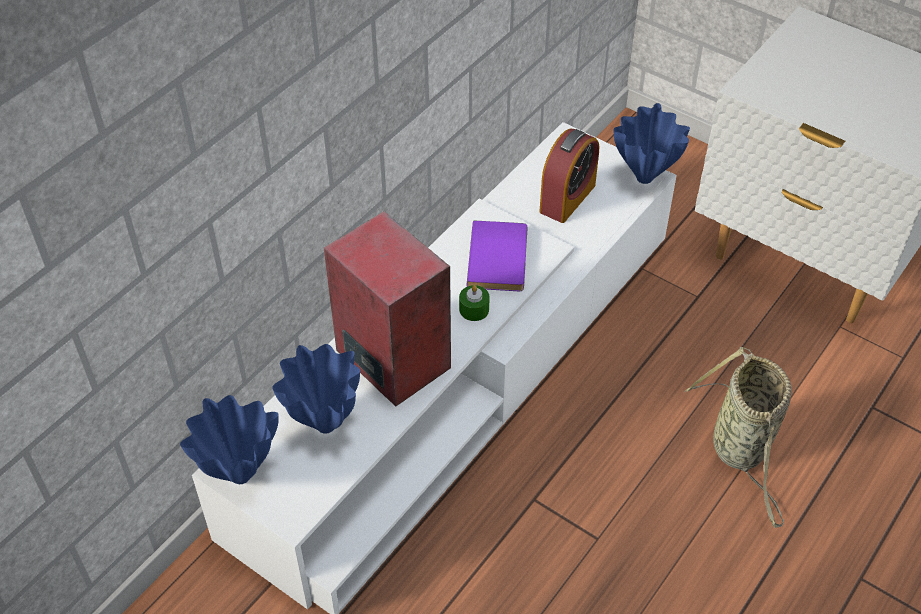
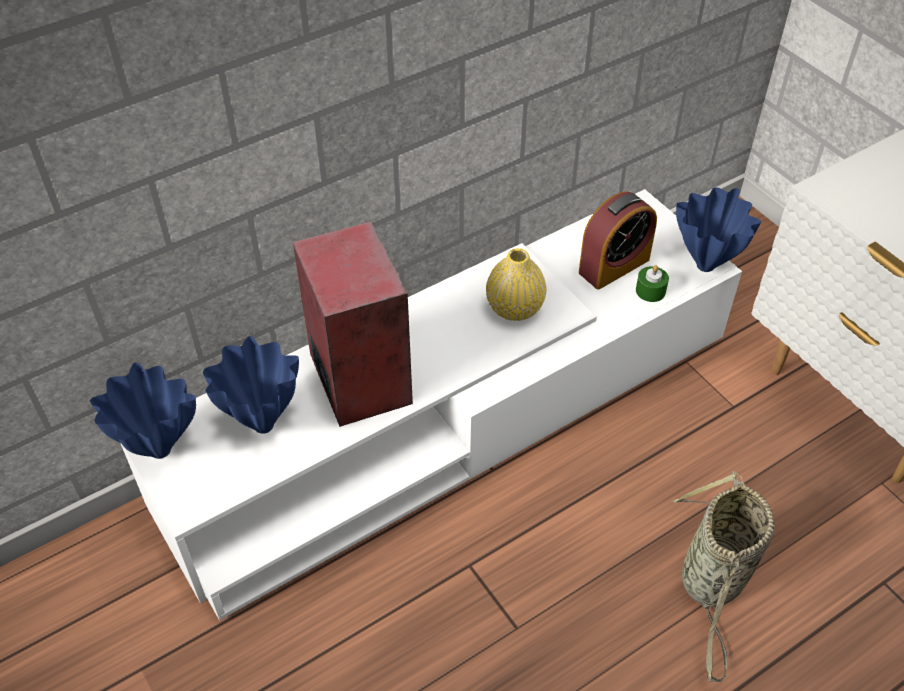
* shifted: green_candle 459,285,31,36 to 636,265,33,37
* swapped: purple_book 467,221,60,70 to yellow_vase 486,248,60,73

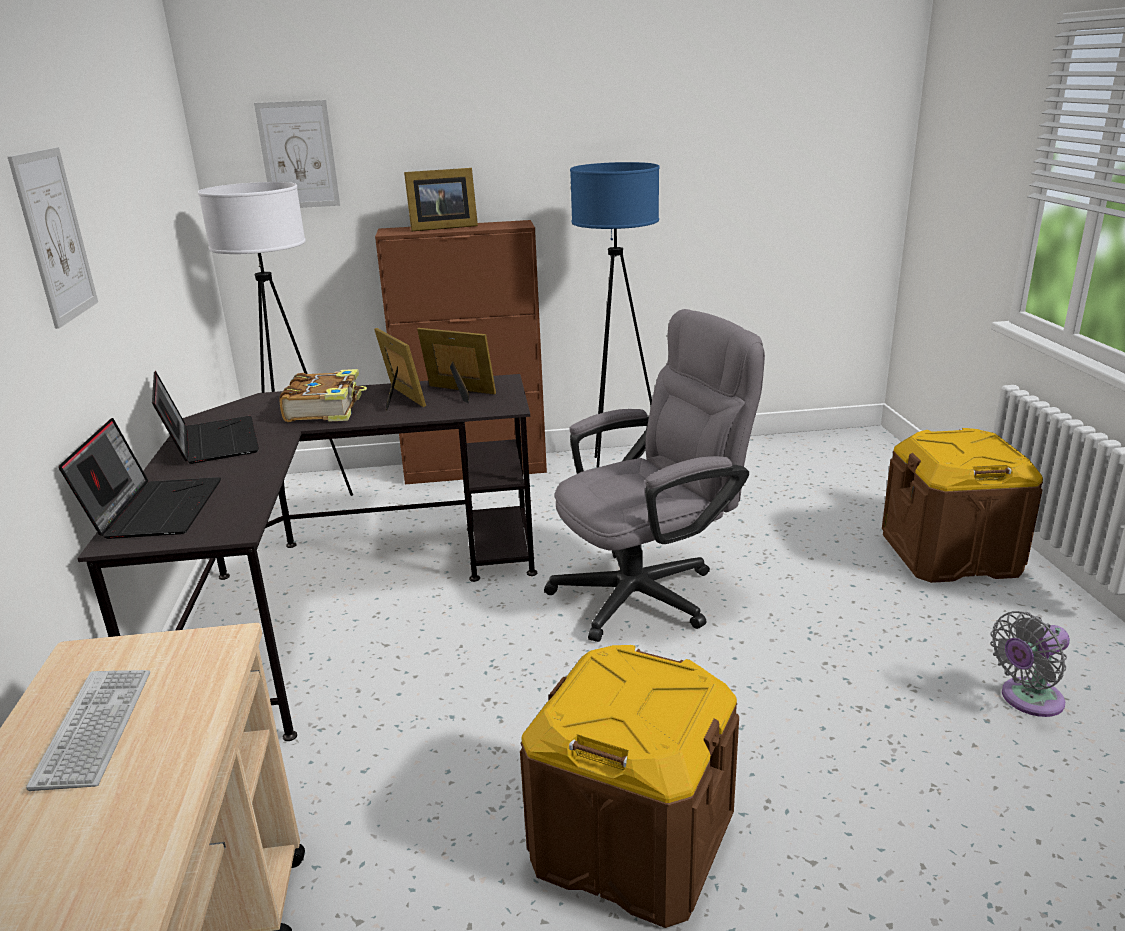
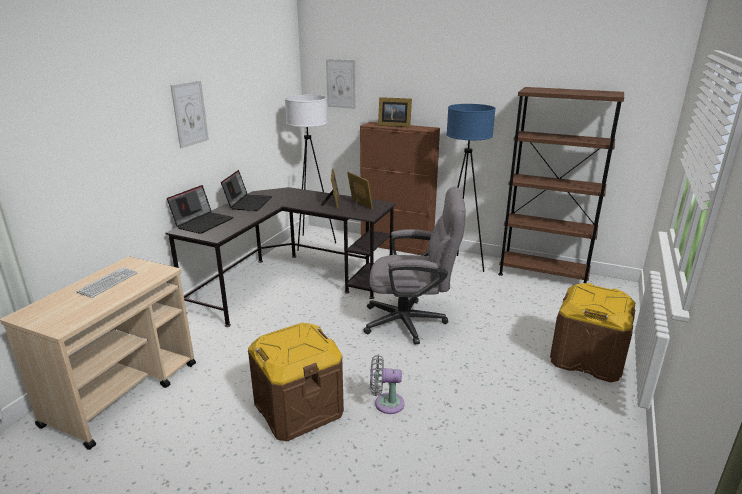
* gone: book 279,369,88,53
* new: brown_bookcase 498,87,126,196
* shifted: grey_fan 990,611,80,106 to 370,355,34,59

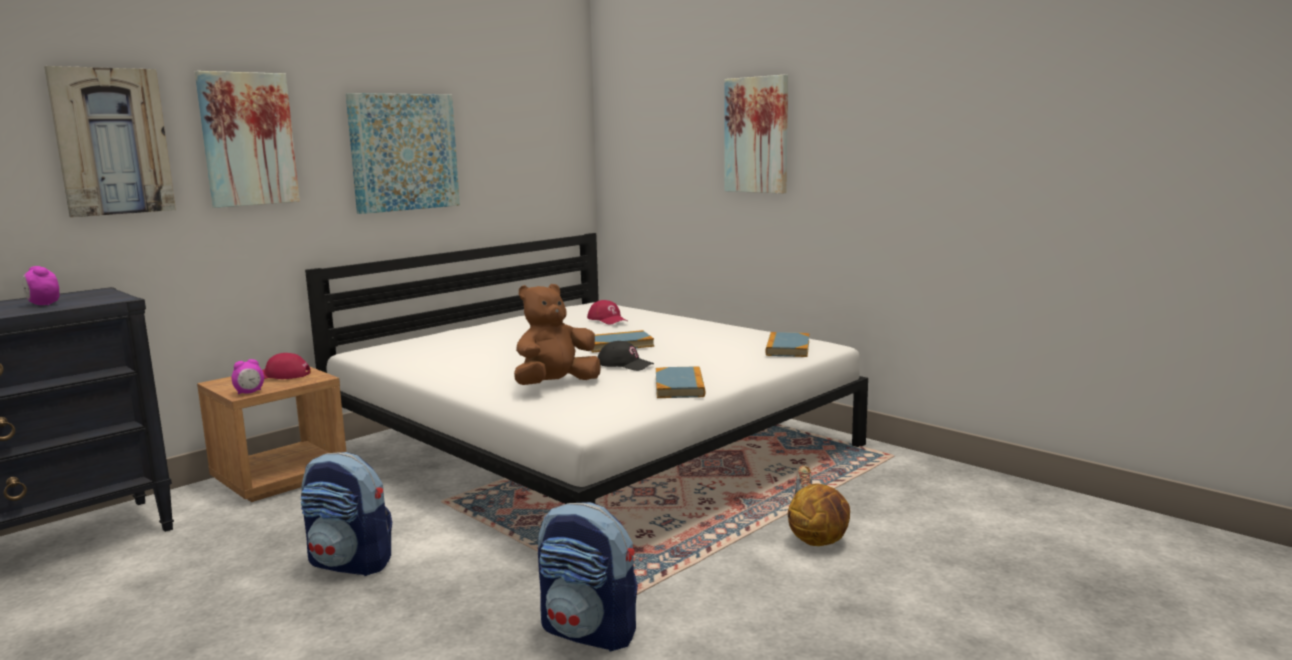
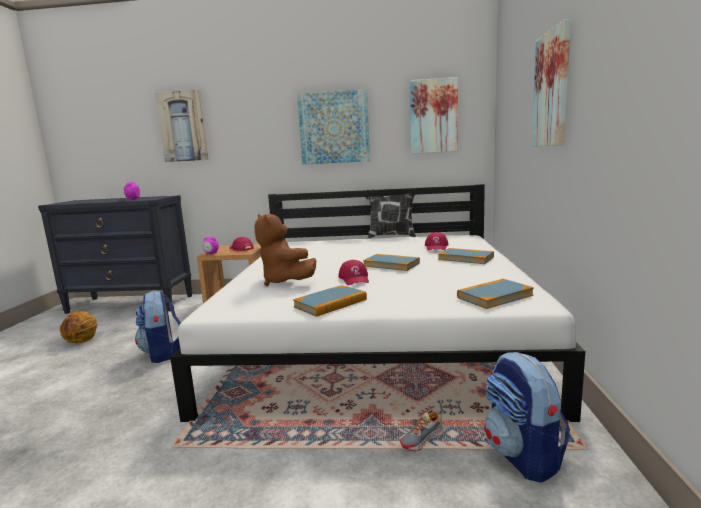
* new: pillow 365,189,51,49
* new: book 438,248,56,16
* shifted: picture 195,71,105,137 to 410,77,48,77
* shifted: backpack 538,502,100,149 to 485,352,85,131
* shifted: basketball 788,484,62,62 to 60,311,37,32
* repainted: black_cap 598,341,56,30 to red_cap 339,260,30,25
* rotated: brown_plush_toy 514,284,86,101 = 255,214,61,72 135 degrees counterclockwise

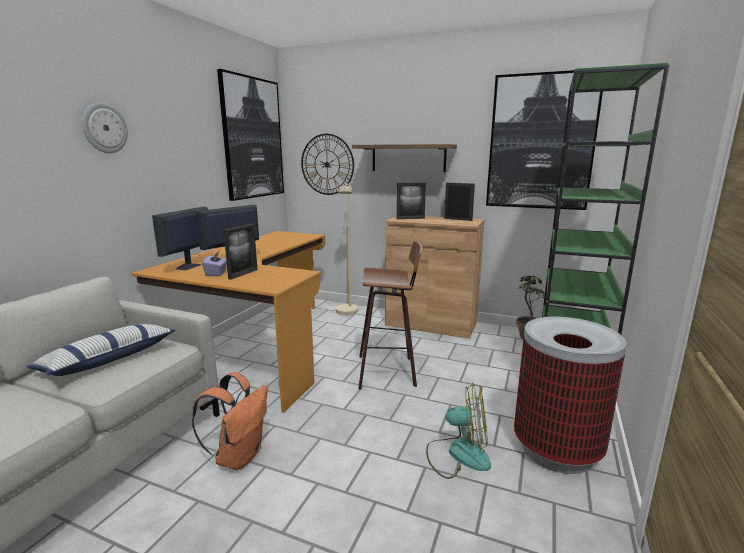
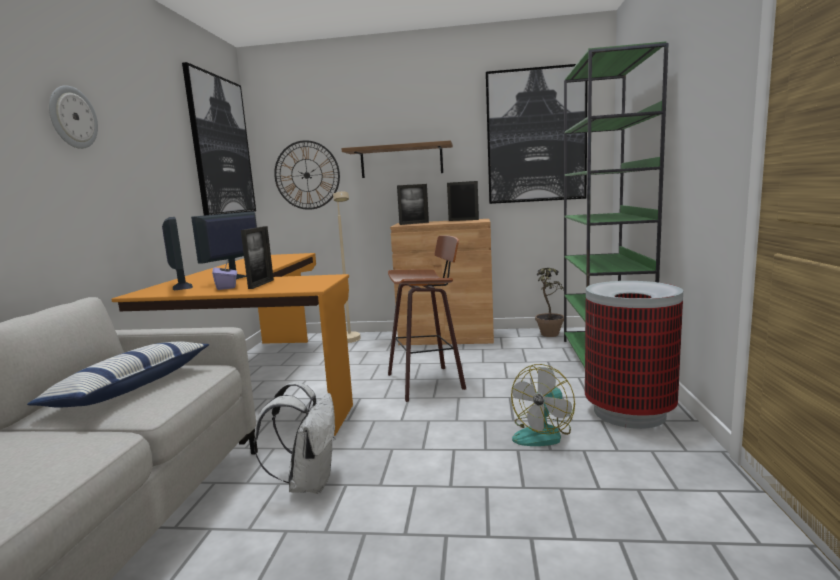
* repainted: orange_backpack 192,372,76,98 to white_backpack 254,382,81,112
* rotated: monitor 152,207,56,63 = 162,217,31,73 150 degrees clockwise
* rotated: fan 426,383,65,96 = 511,364,64,82 135 degrees clockwise

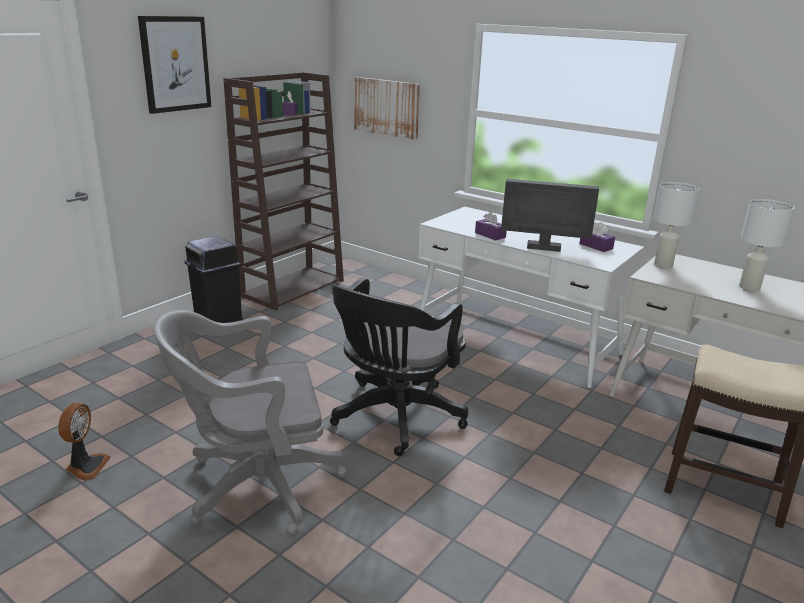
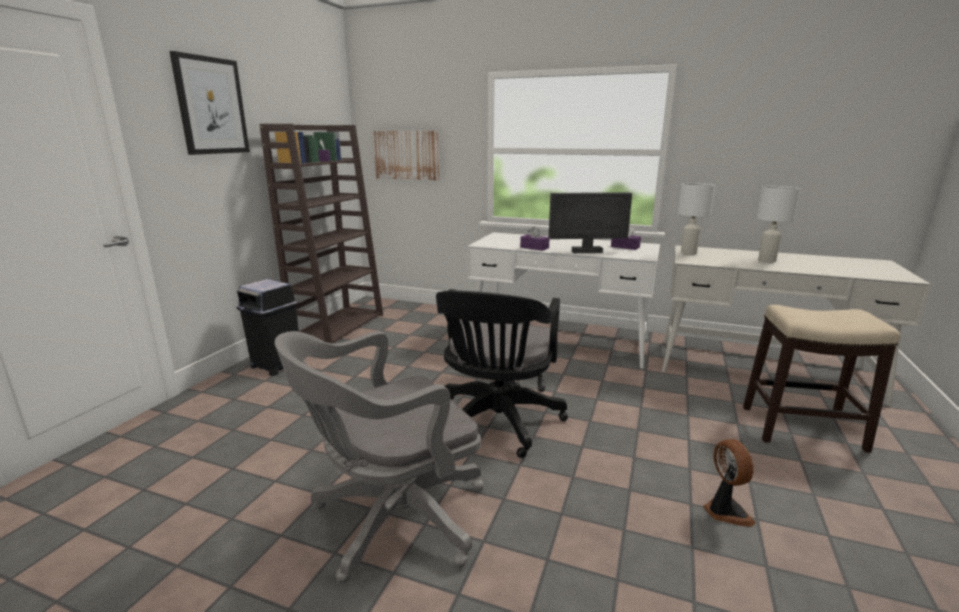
* shifted: fan 58,403,53,78 to 703,439,53,88

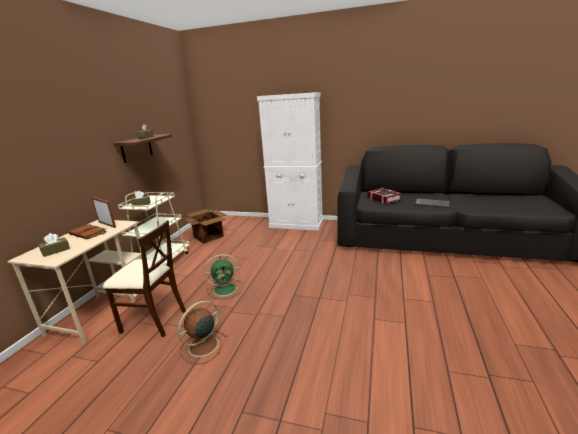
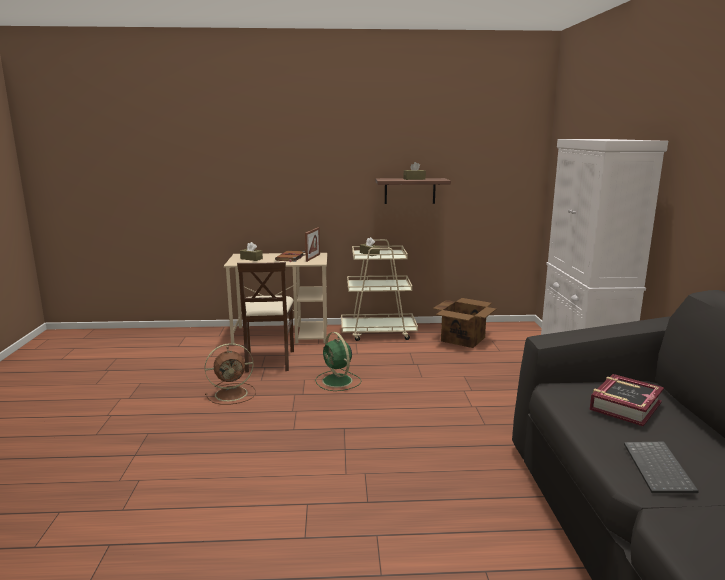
* rotated: brown_fan 178,301,49,63 = 205,343,51,62 135 degrees clockwise

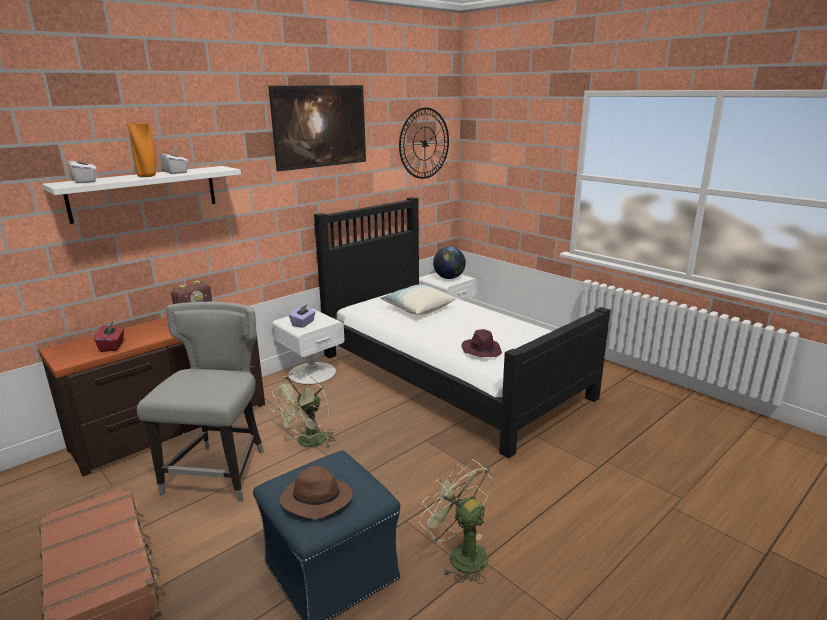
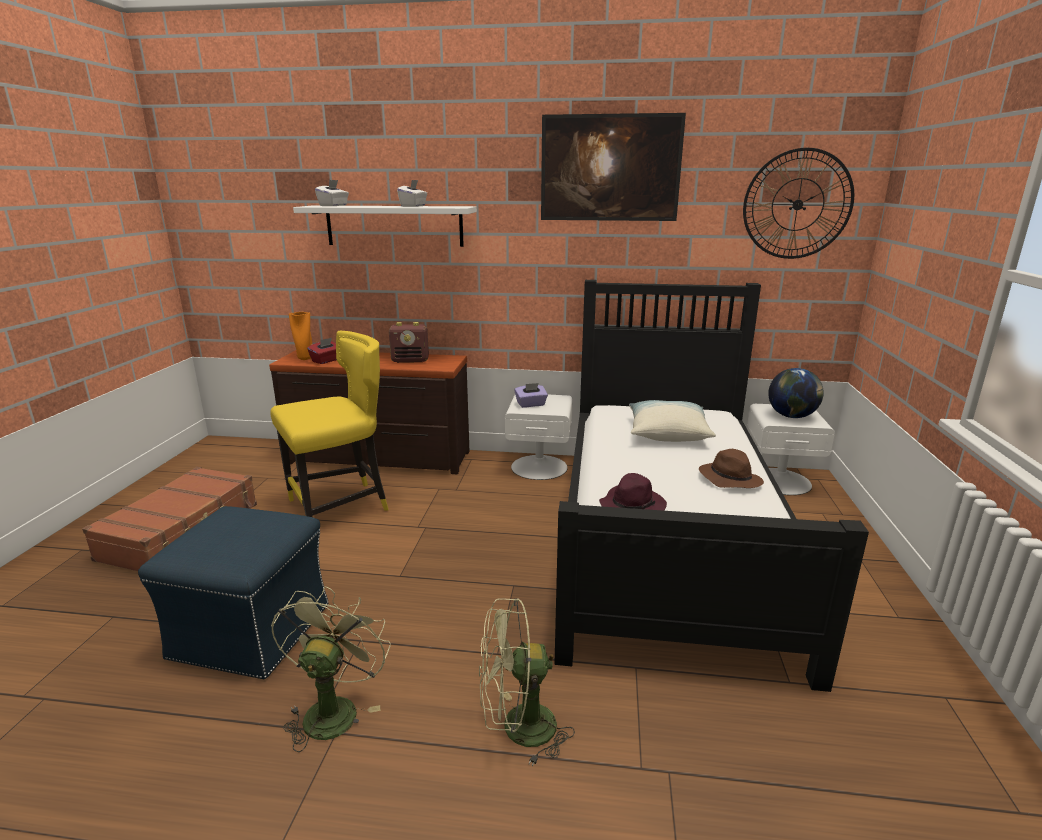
* shifted: orange_vase 127,123,29,54 to 289,312,24,48
* shifted: green_fan 271,372,65,77 to 479,598,96,168
* shifted: brown_hat 280,466,73,53 to 699,449,65,39
* repainted: grey_chair 137,302,127,200 to yellow_chair 270,331,118,186

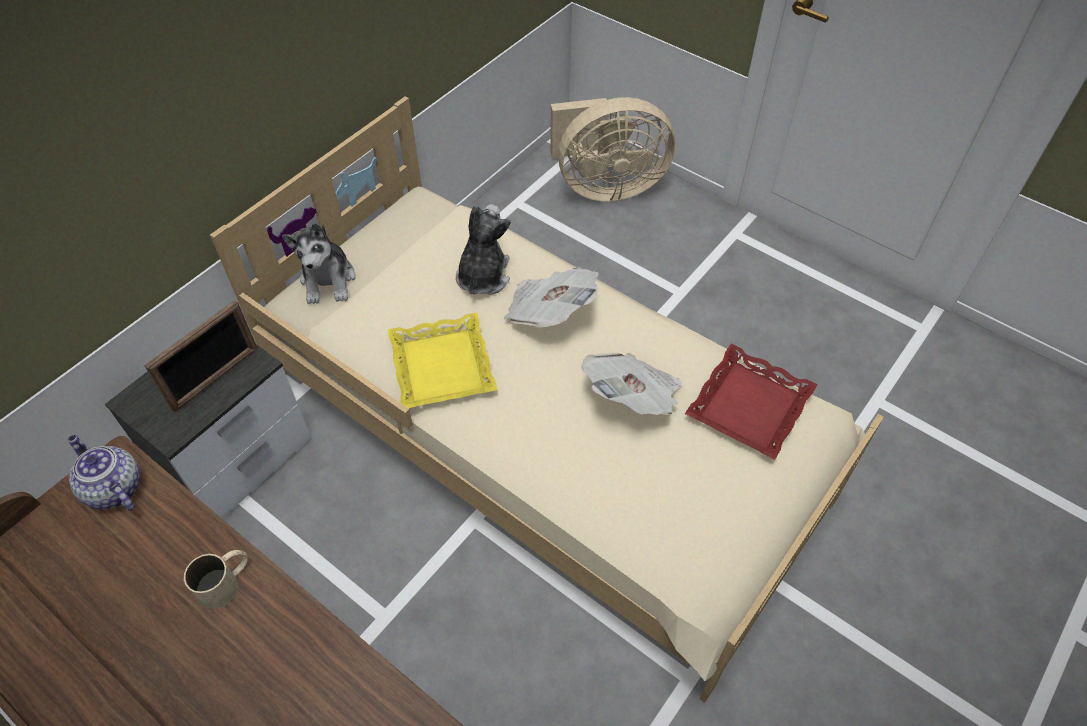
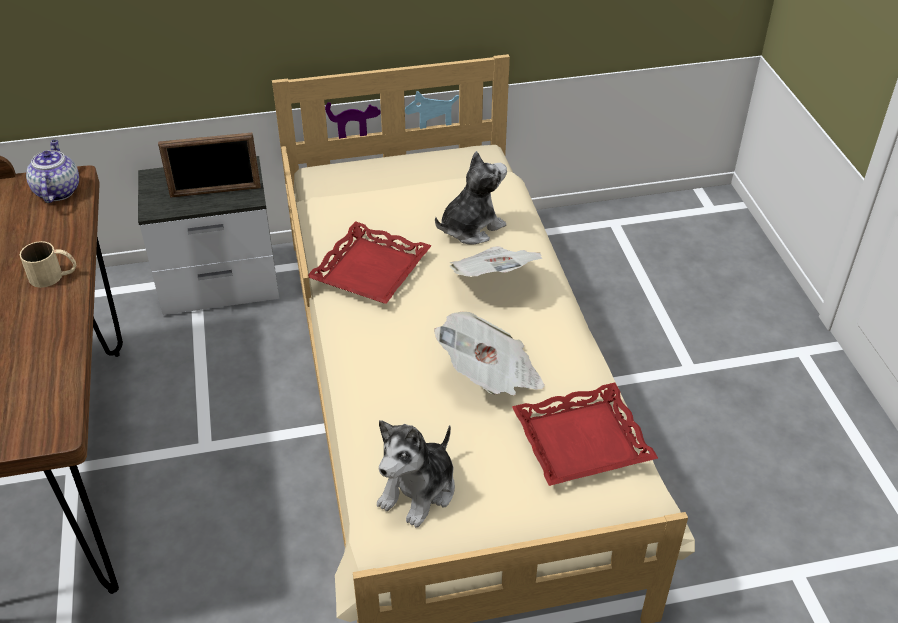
* gone: beige_fan 550,97,125,105
* shifted: plush_toy 282,223,74,81 to 377,420,78,108
* repainted: yellow_tray 388,313,109,95 to red_tray 308,221,124,83

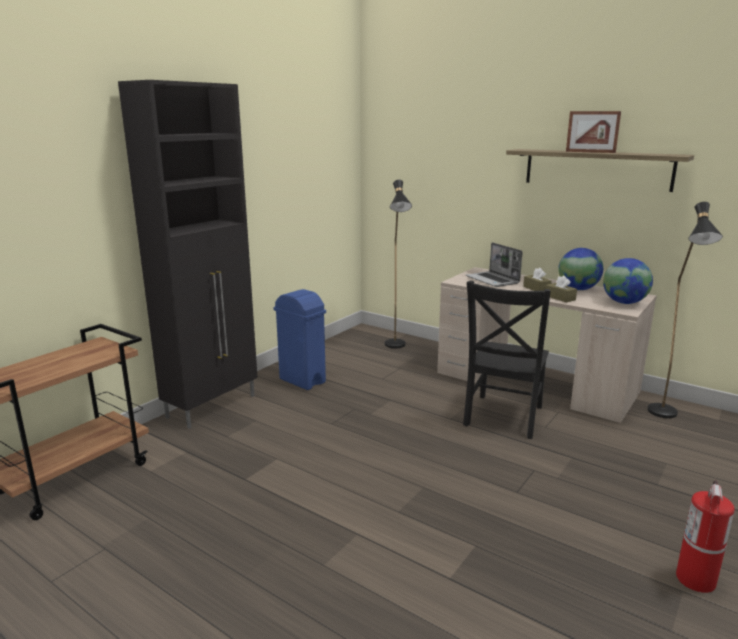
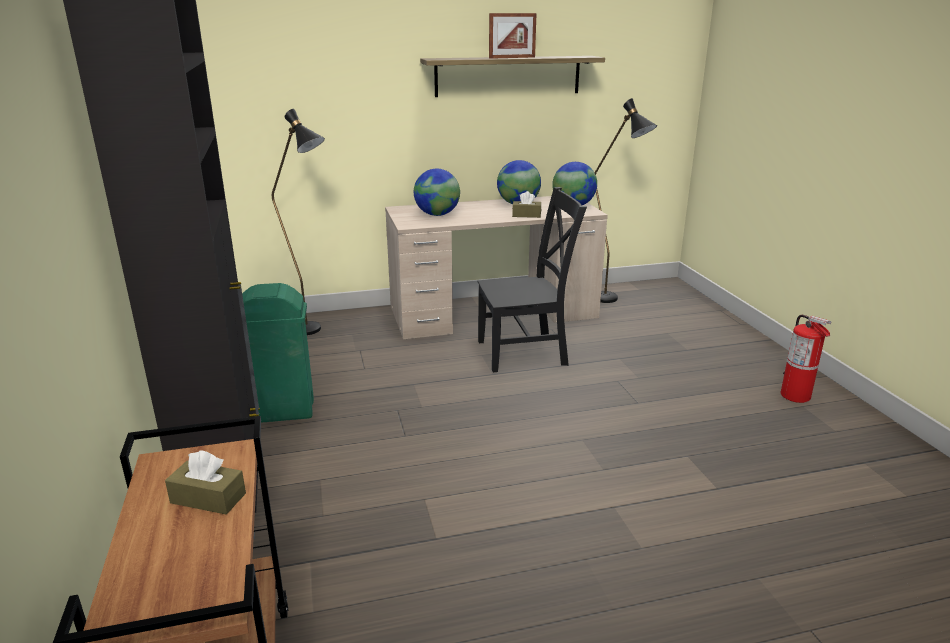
* shifted: brown_tissue_box 523,268,29,23 to 165,450,81,65
* swapped: laptop 466,242,57,45 to globe 414,169,46,47
* repainted: blue_trash_can 273,289,53,101 to green_trash_can 242,283,72,140
* rotated: black_chair 463,281,88,158 = 478,187,109,185 75 degrees counterclockwise

